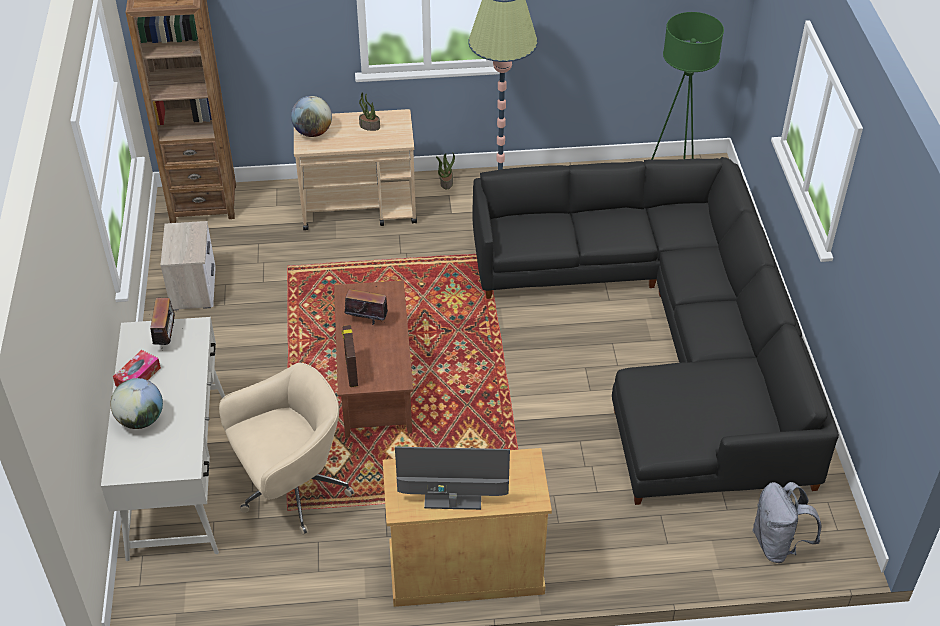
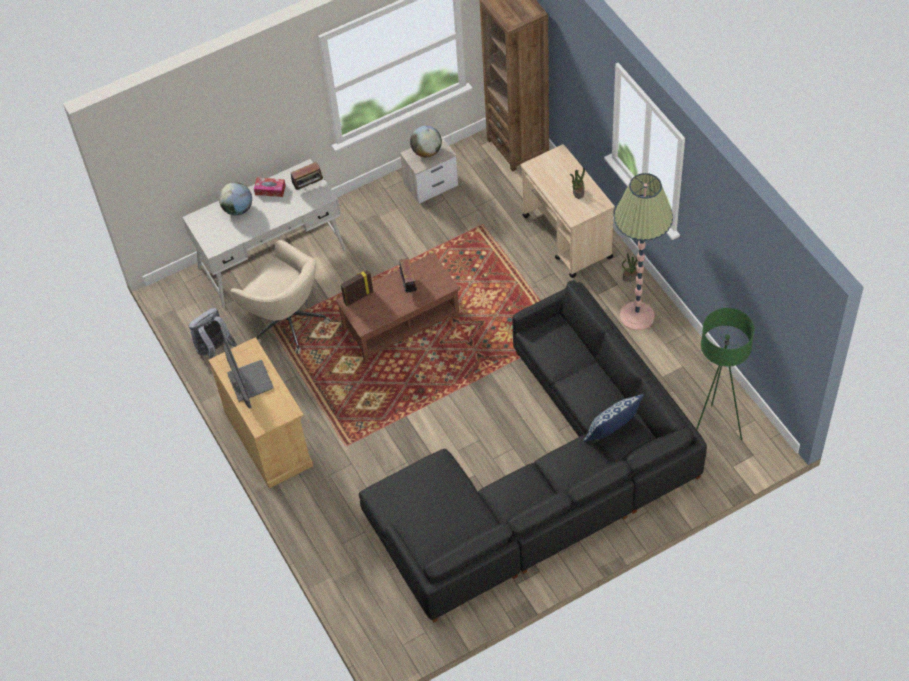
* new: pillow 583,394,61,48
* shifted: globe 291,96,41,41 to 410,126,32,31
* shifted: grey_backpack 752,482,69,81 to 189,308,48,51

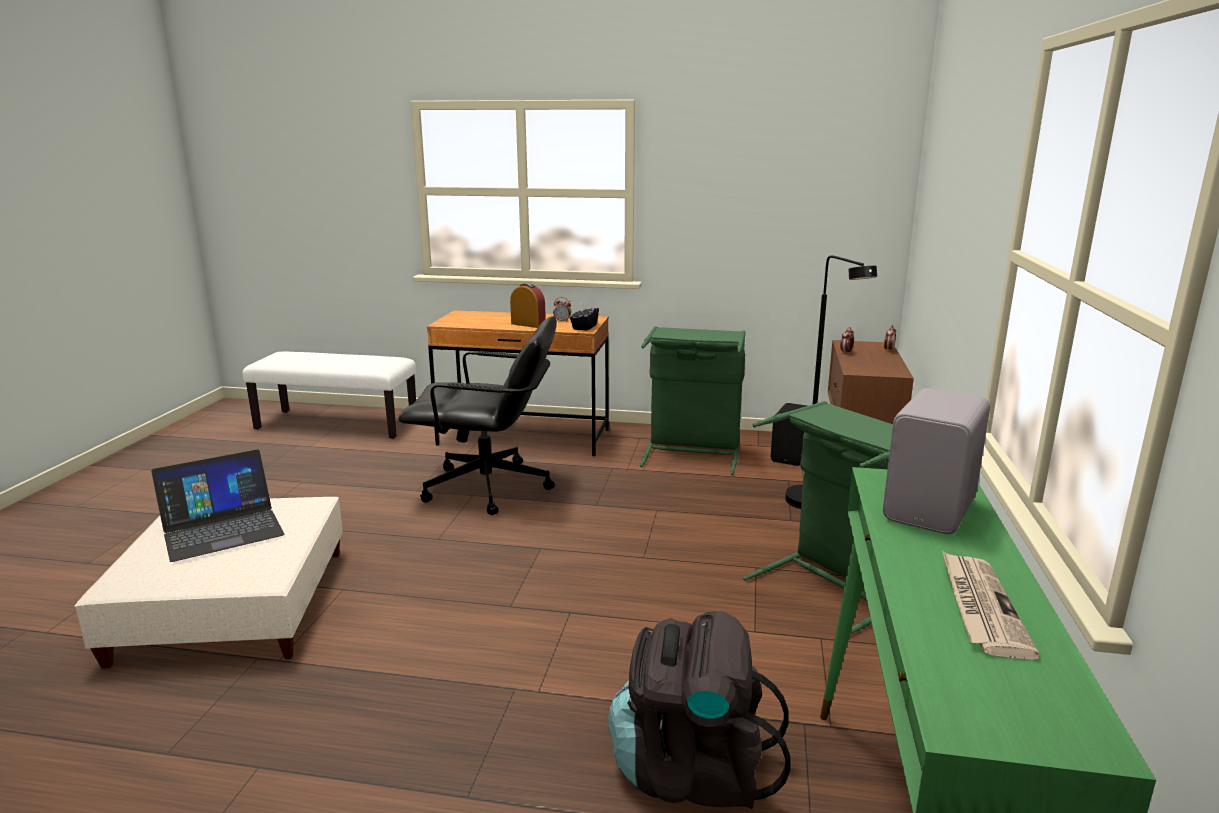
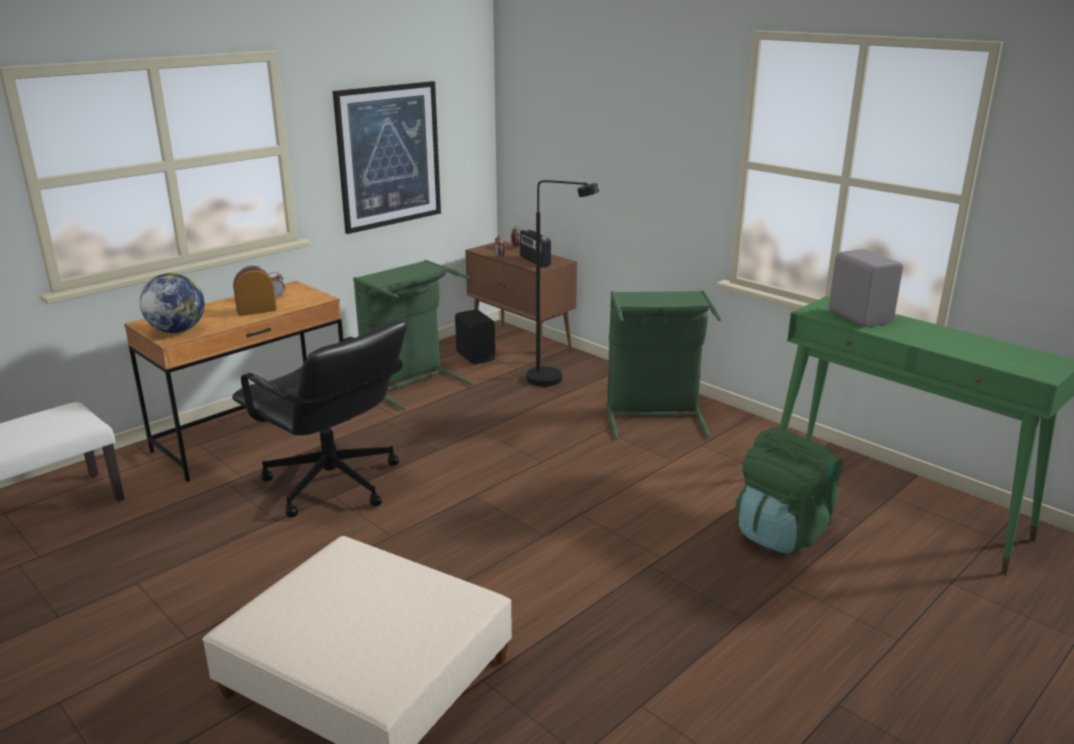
* gone: laptop 151,449,133,113
* gone: black_tissue_box 570,301,29,30
* gone: newspaper 942,551,98,109
* new: globe 140,273,65,60
* new: picture 333,81,108,153
* new: radio 520,229,31,38
* repainted: black_backpack 608,611,182,198 to green_backpack 736,428,107,126
* rotated: black_office_chair 398,316,159,199 = 232,321,175,196 90 degrees clockwise

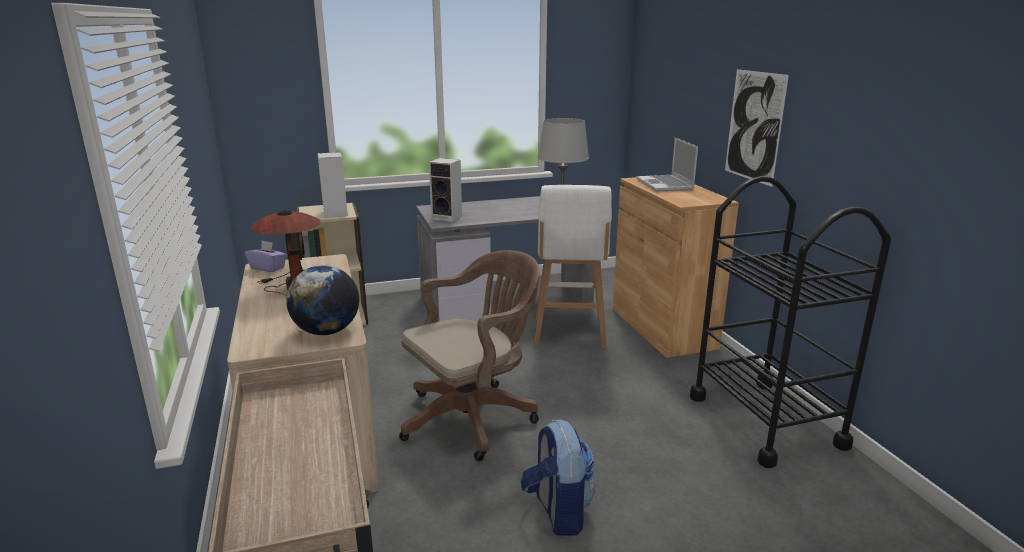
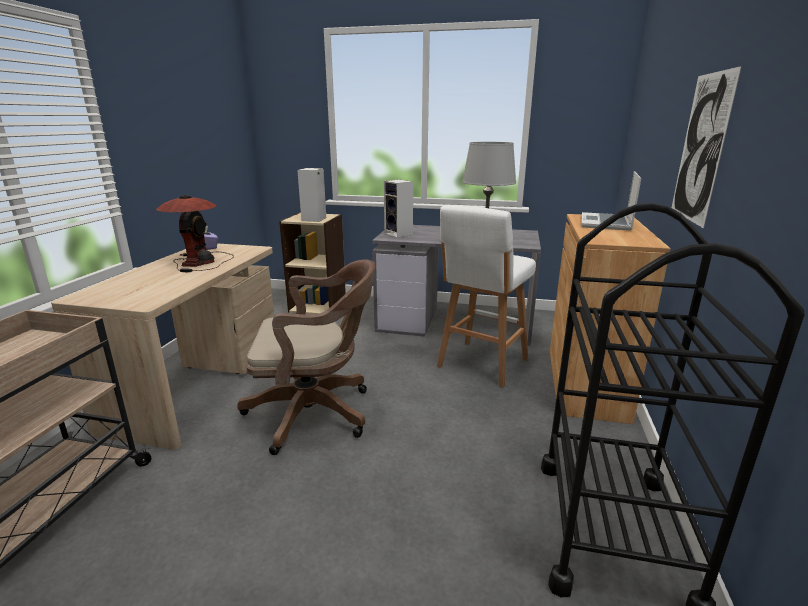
* gone: globe 286,265,73,70
* gone: backpack 521,419,74,117

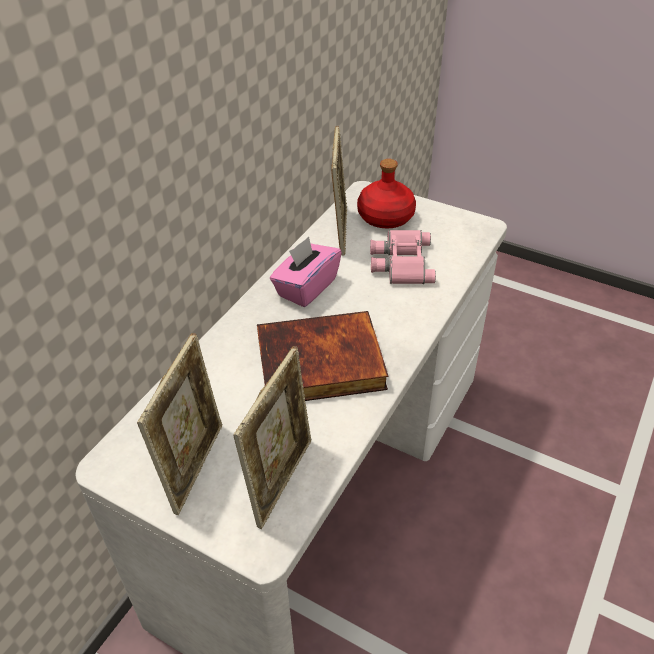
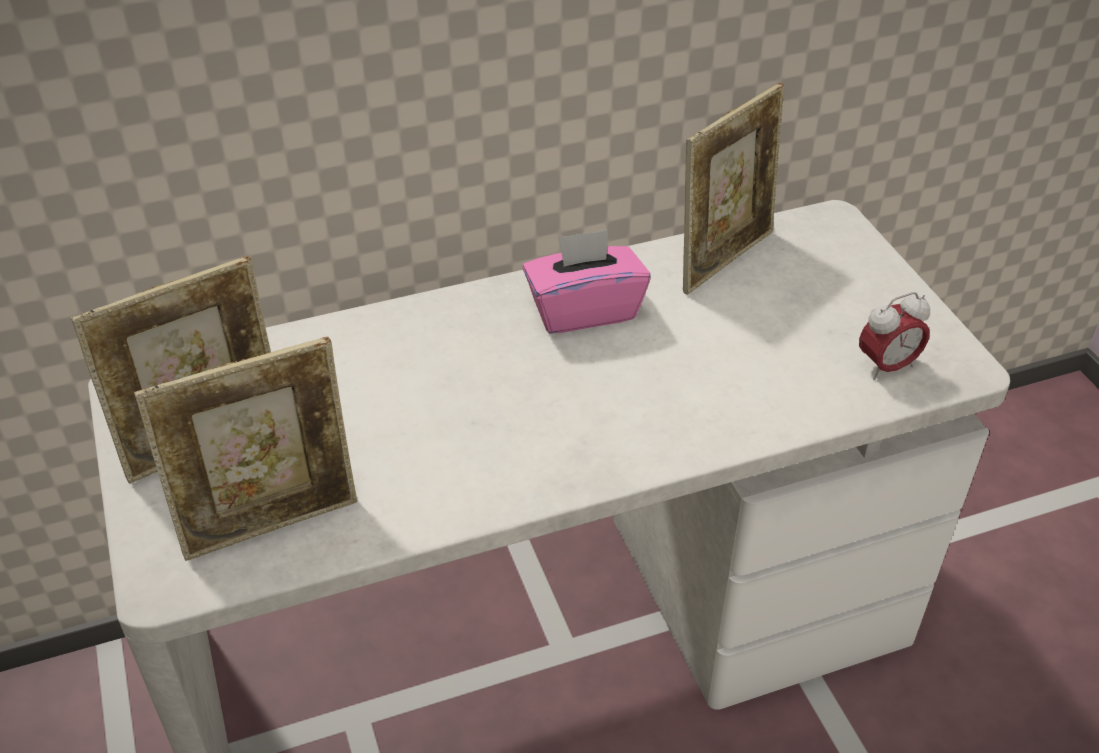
* gone: book 257,311,131,90
* gone: red_bottle 357,159,59,69
* gone: pink_binoculars 370,230,66,54
* new: alarm_clock 859,292,71,88

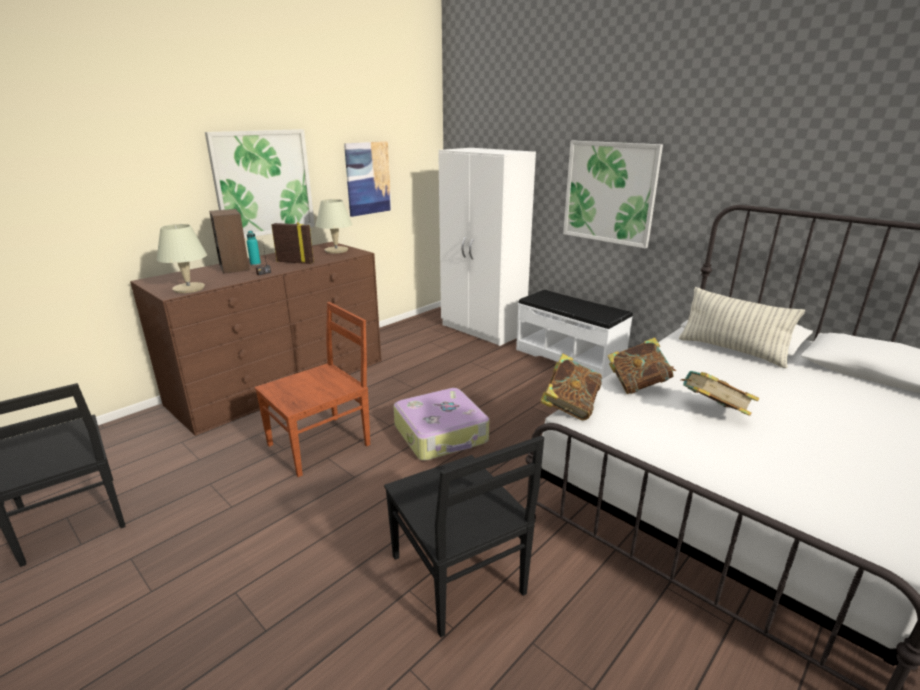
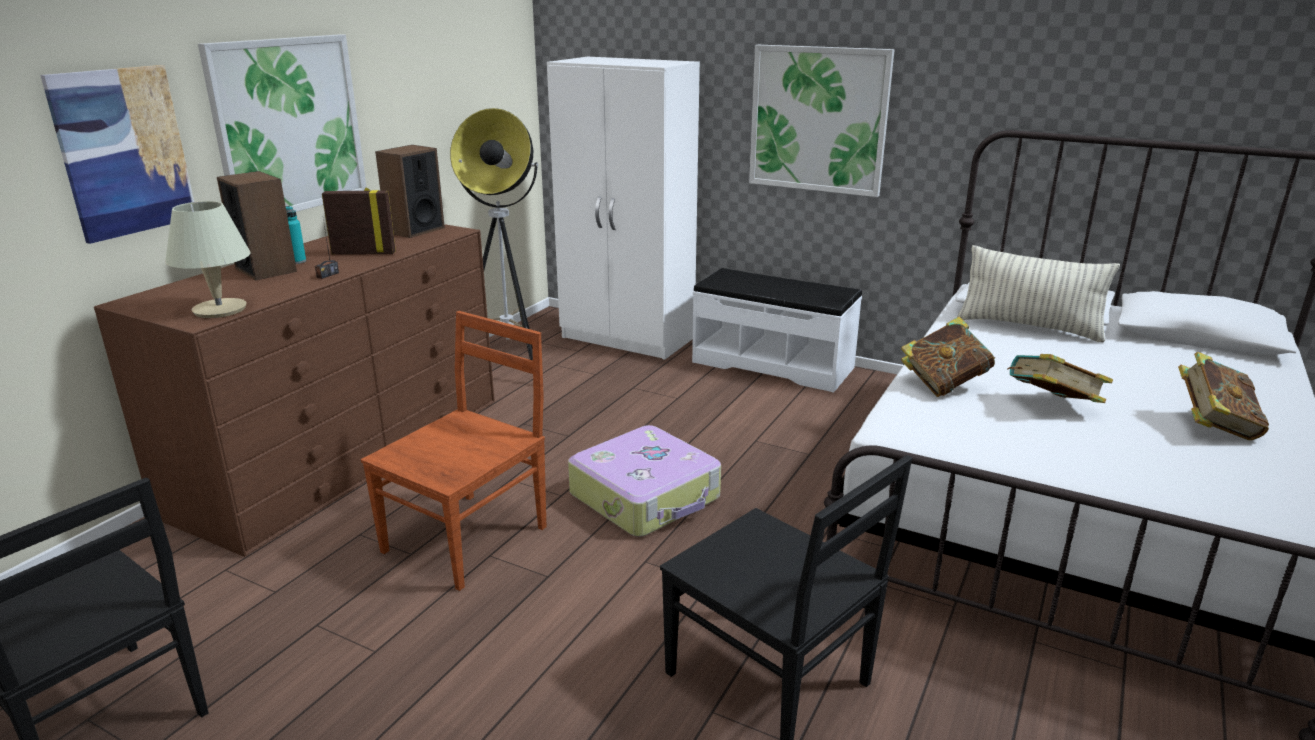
* new: floor_lamp 450,108,88,253
* shifted: picture 344,141,47,76 to 40,65,154,179
* shifted: book 540,353,62,67 to 1178,352,91,88
* swapped: beige_table_lamp 316,199,36,55 to speaker 375,145,70,93

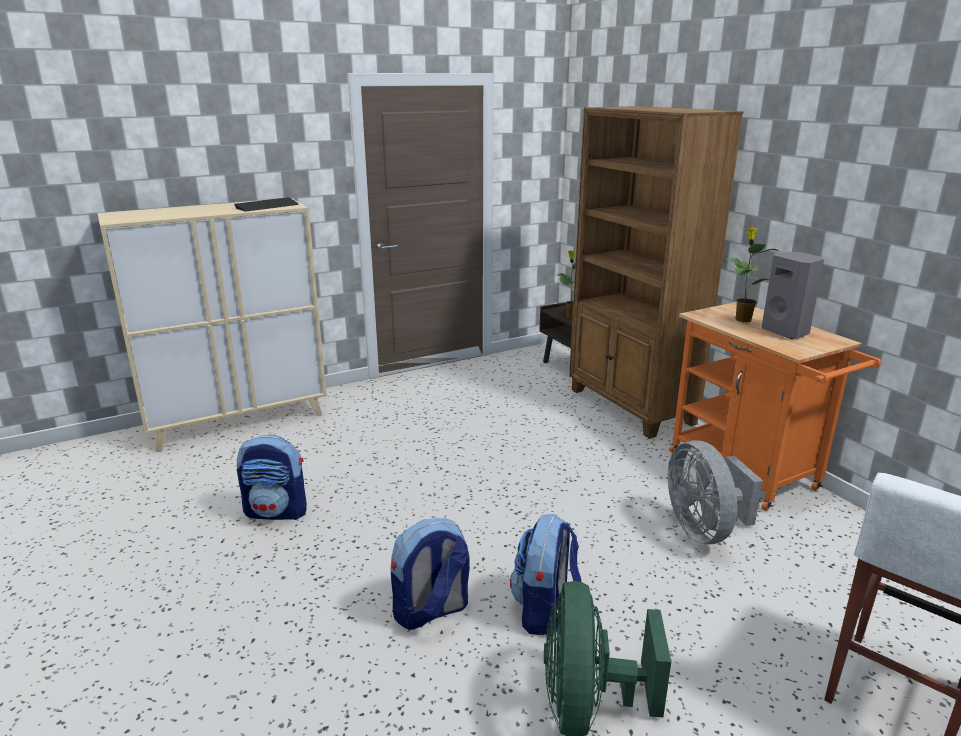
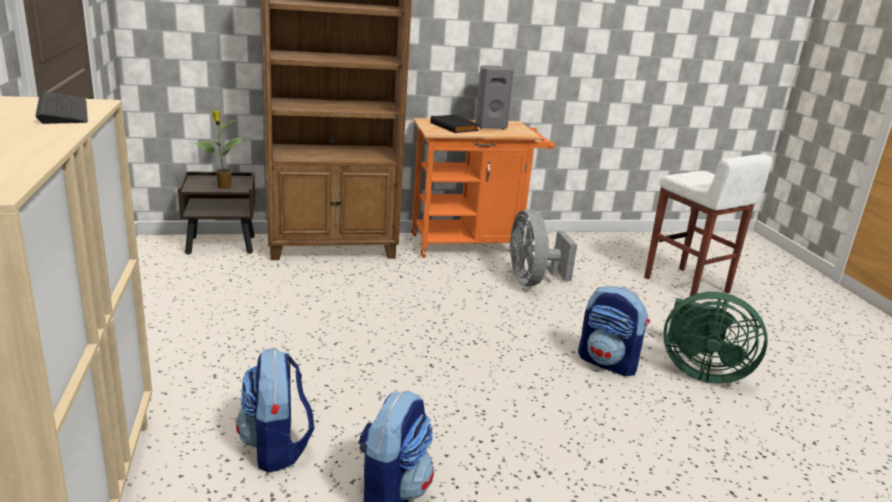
* shifted: backpack 391,518,79,112 to 236,348,79,125
* swapped: potted_plant 726,228,55,94 to black_book 430,115,50,18
* rotated: grey_fan 668,440,95,104 = 509,209,68,78 75 degrees clockwise

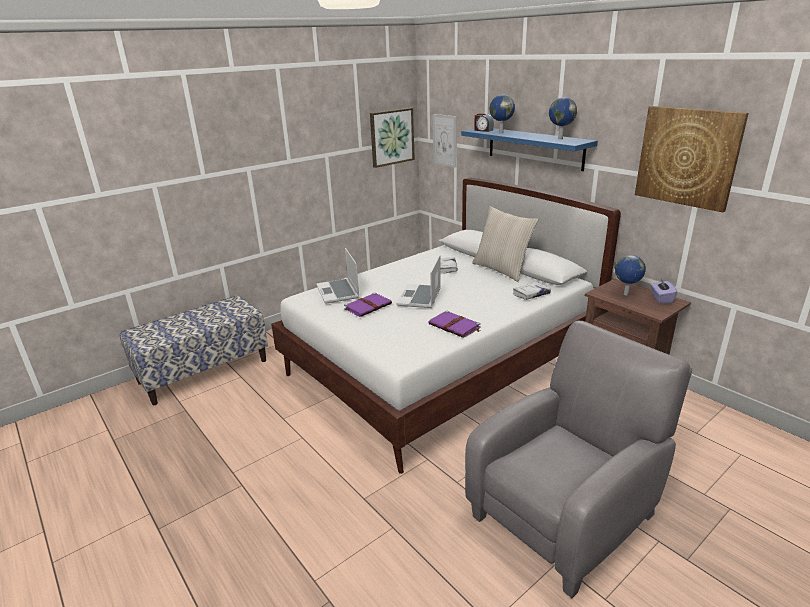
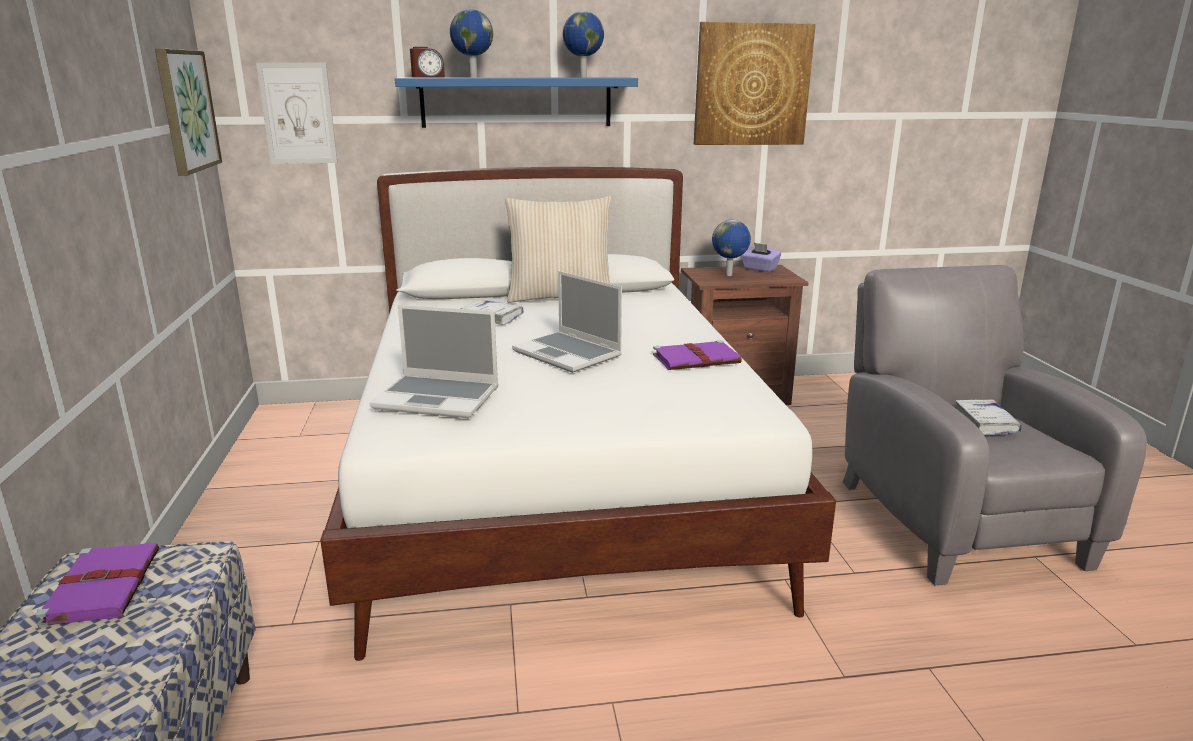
* shifted: purple_book 344,293,48,24 to 35,543,124,85
* shifted: white_book 513,282,38,18 to 955,399,67,36

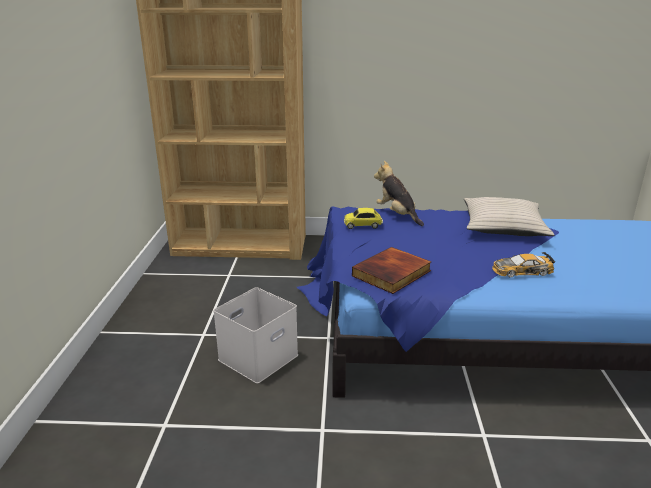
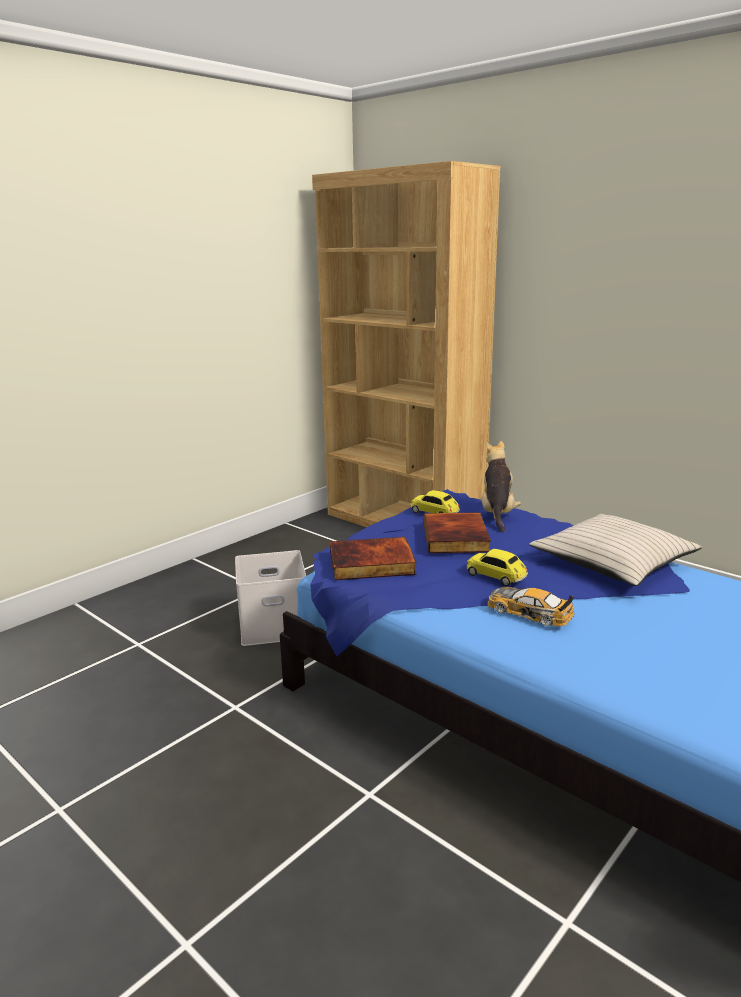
* new: book 423,512,68,41
* new: toy_car 467,549,61,37

